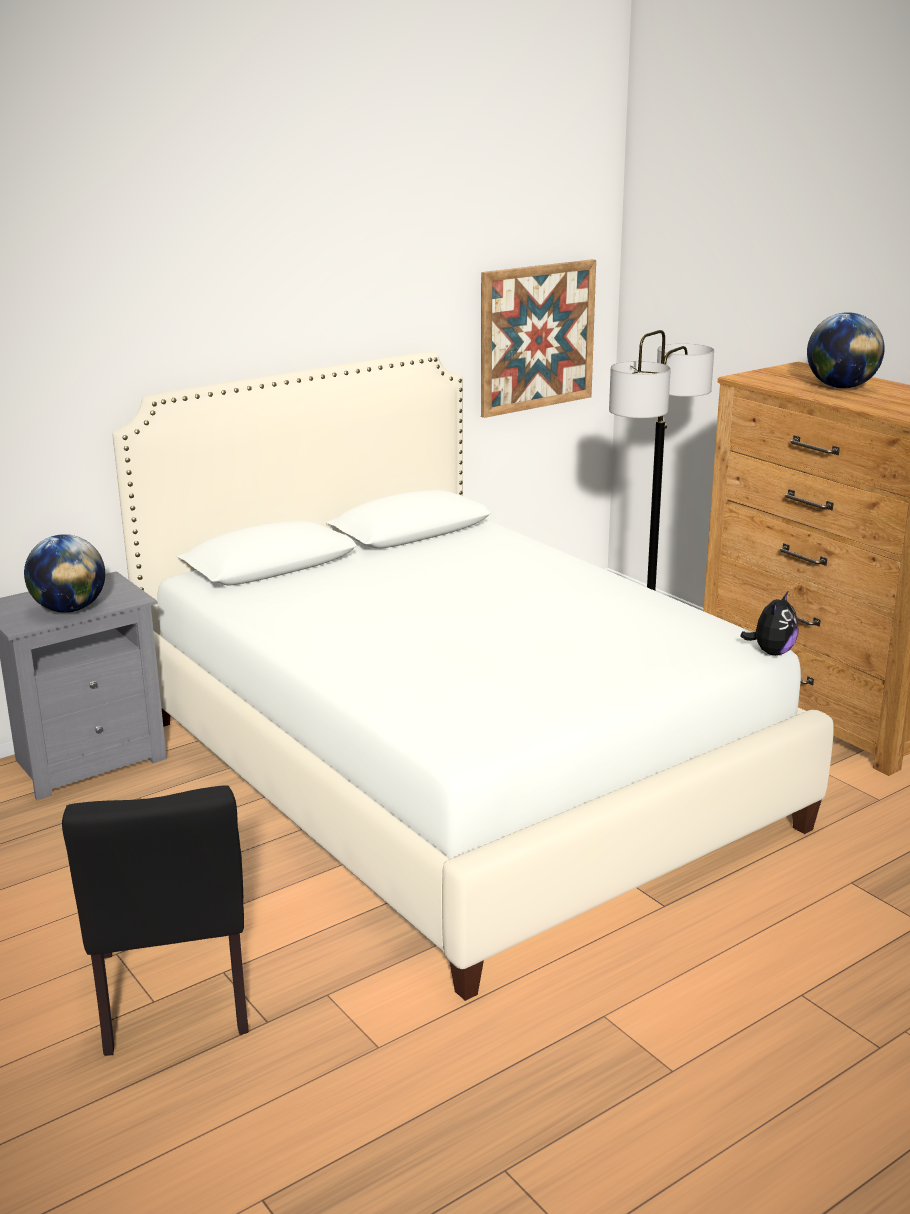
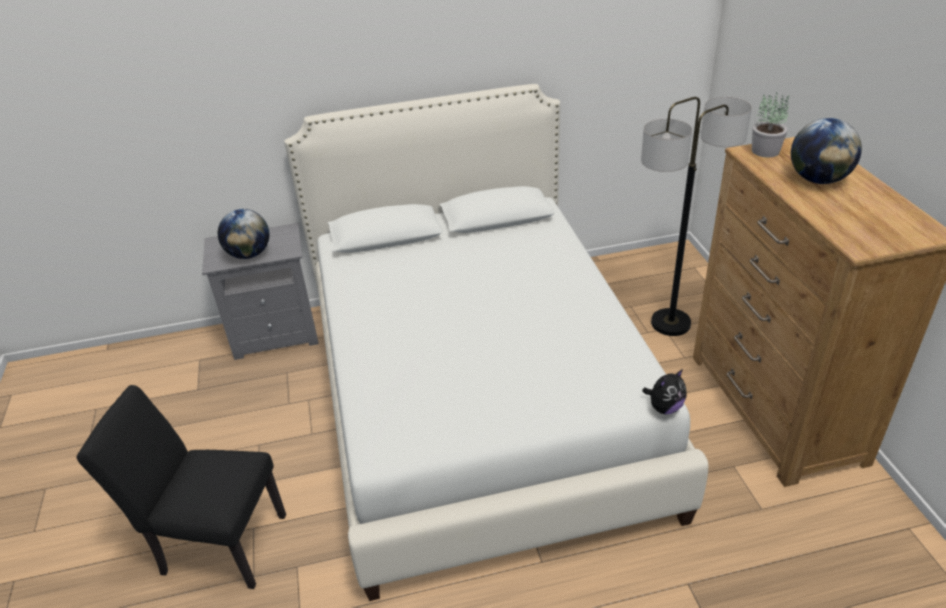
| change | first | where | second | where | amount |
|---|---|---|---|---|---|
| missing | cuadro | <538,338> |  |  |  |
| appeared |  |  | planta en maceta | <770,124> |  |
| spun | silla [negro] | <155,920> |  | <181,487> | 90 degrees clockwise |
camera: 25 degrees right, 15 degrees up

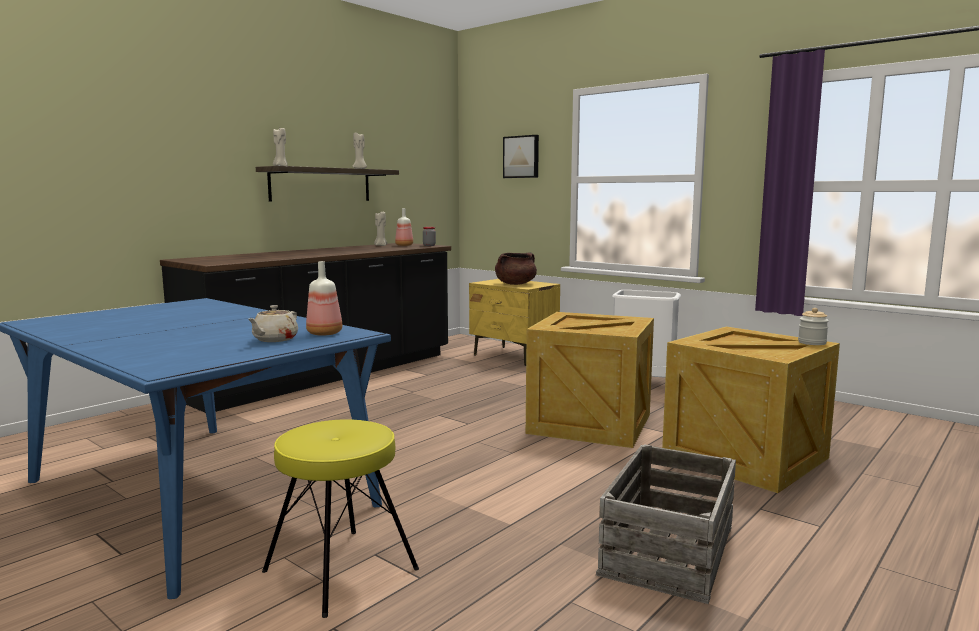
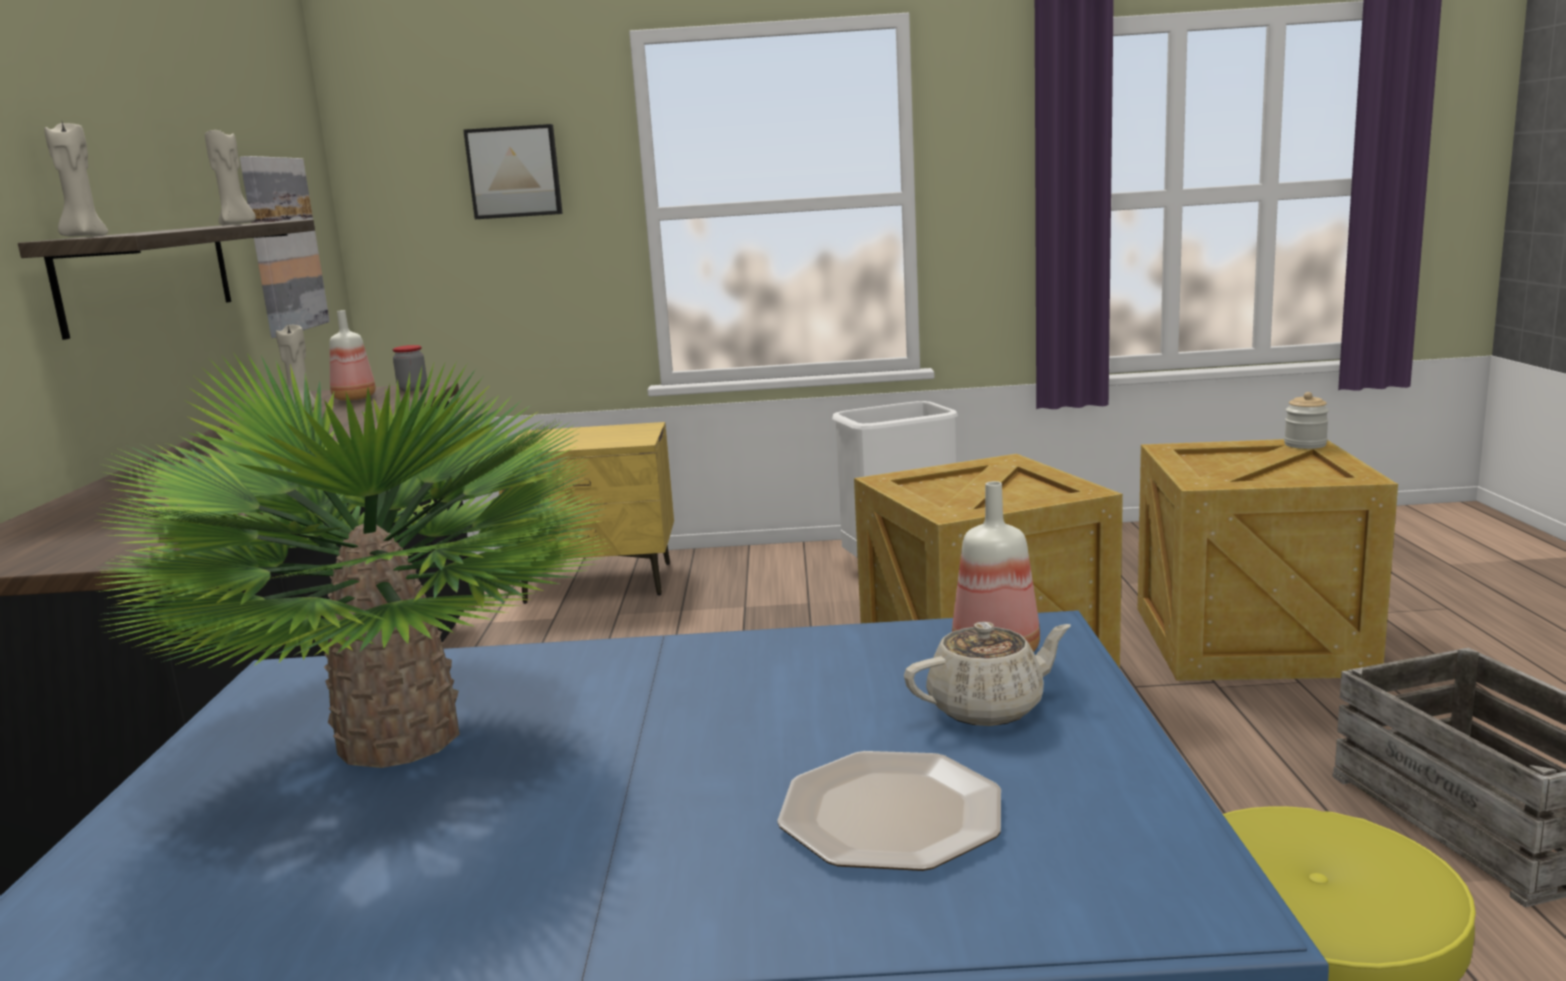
| change | first | where | second | where | amount |
|---|---|---|---|---|---|
| missing | olla [marrón] | <516,268> |  |  |  |
| appeared |  |  | planta en maceta | <352,561> |  |
| appeared |  |  | cuadro | <285,247> |  |
| appeared |  |  | plato | <889,811> |  |
| spun | tetera [beis] | <273,323> |  | <987,674> | 90 degrees counterclockwise |
camera: 40 degrees left, 5 degrees up

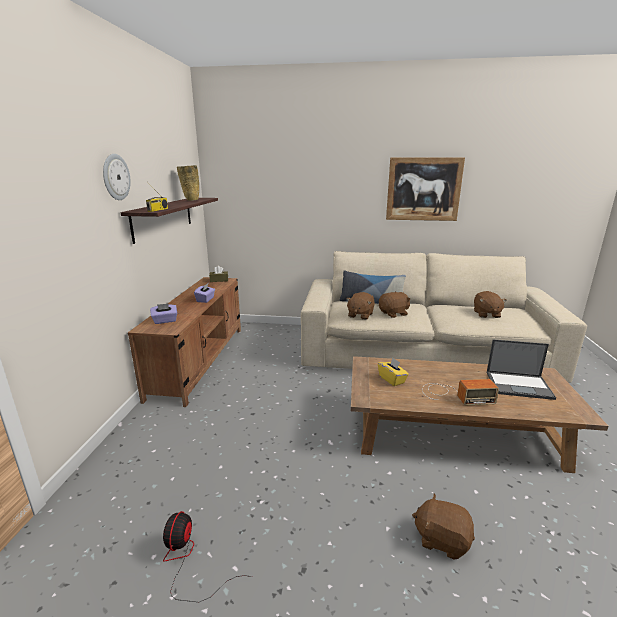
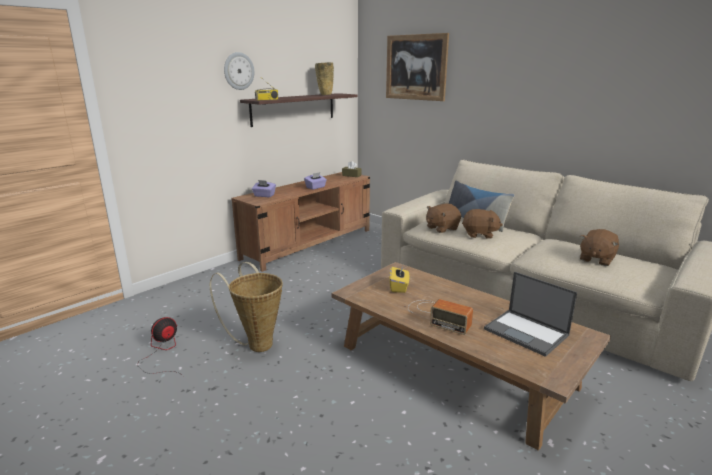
| change | first | where | second | where | amount |
|---|---|---|---|---|---|
| missing | peluche [marrón] | <443,526> |  |  |  |
| appeared |  |  | cesta | <246,307> |  |
| relocated | cuadro | <425,189> |  | <417,67> |  |
camera: 35 degrees right, 0 degrees up

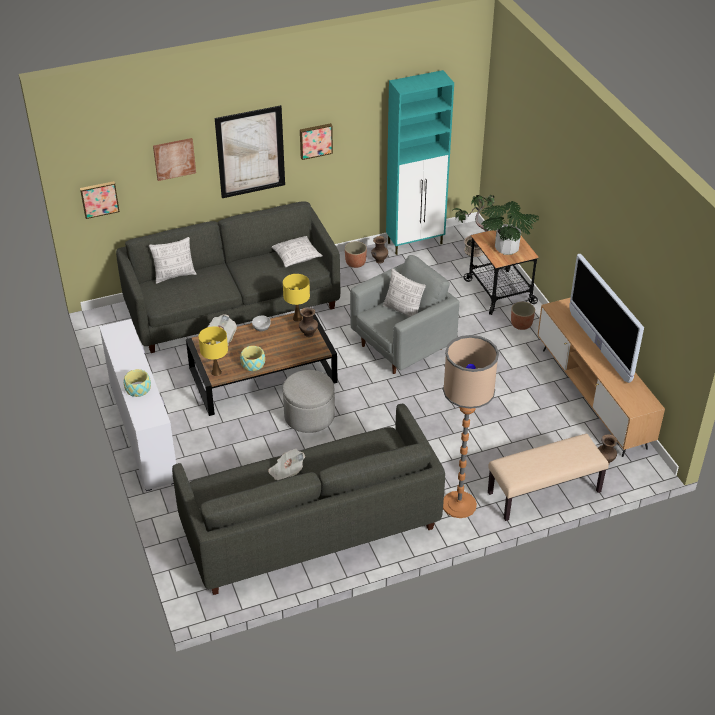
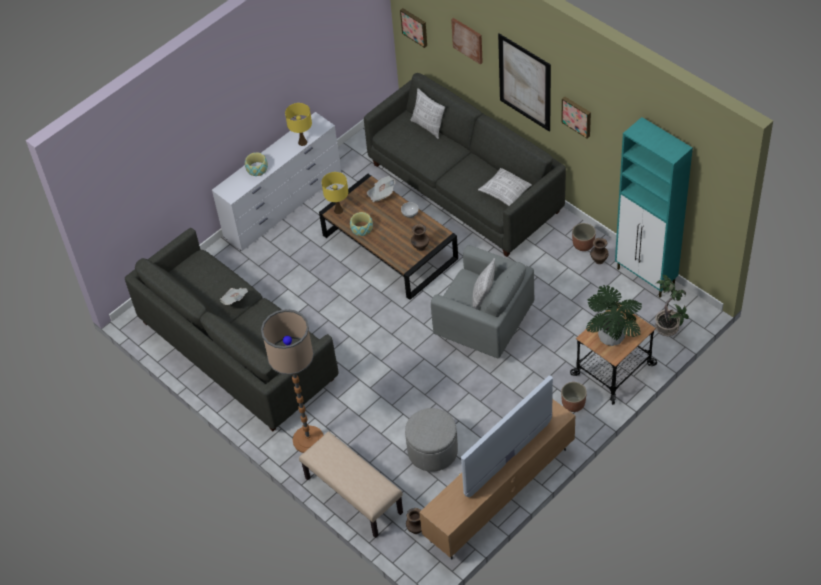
| change | first | where | second | where | amount |
|---|---|---|---|---|---|
| relocated | lámpara de mesa [amarillo] | <296,298> |  | <298,124> |  |
| relocated | puf [gris] | <309,401> |  | <431,440> |  |
camera: 70 degrees right, 10 degrees up

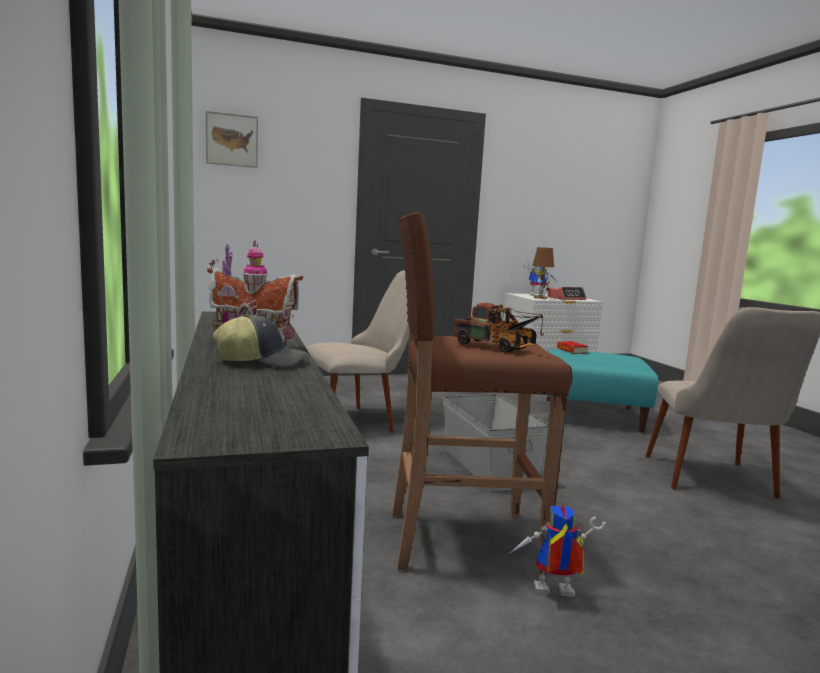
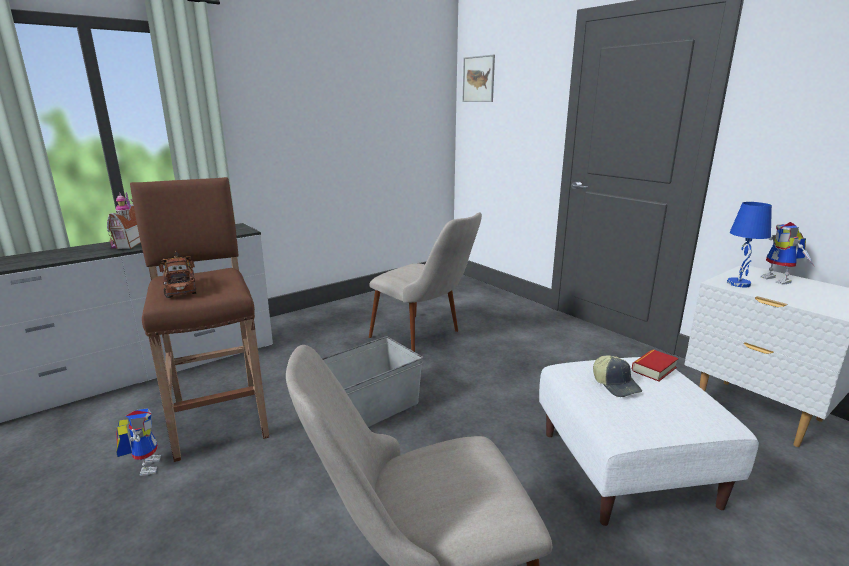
| change | first | where | second | where | amount |
|---|---|---|---|---|---|
| missing | despertador | <567,293> |  |  |  |
| relocated | gorra | <260,340> |  | <617,376> |  |
| colour | lámpara de mesa [marrón] | <543,273> | lámpara de mesa [azul] | <749,244> |  |
| colour | puf [turquesa] | <602,390> | puf [blanco] | <649,441> |  |
| spun | camión de juguete | <499,328> |  | <177,274> | 135 degrees clockwise |
camera: 70 degrees right, 10 degrees up

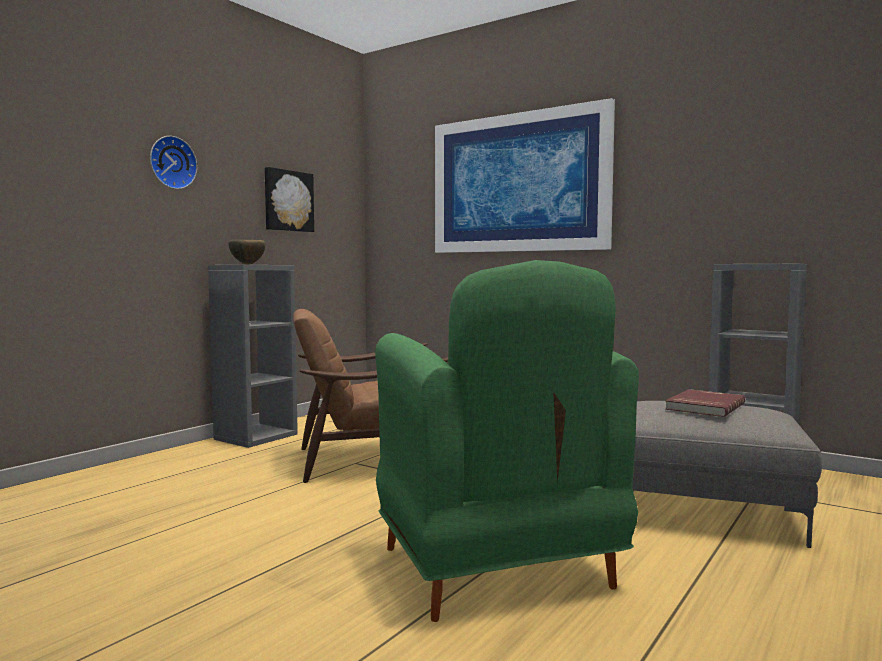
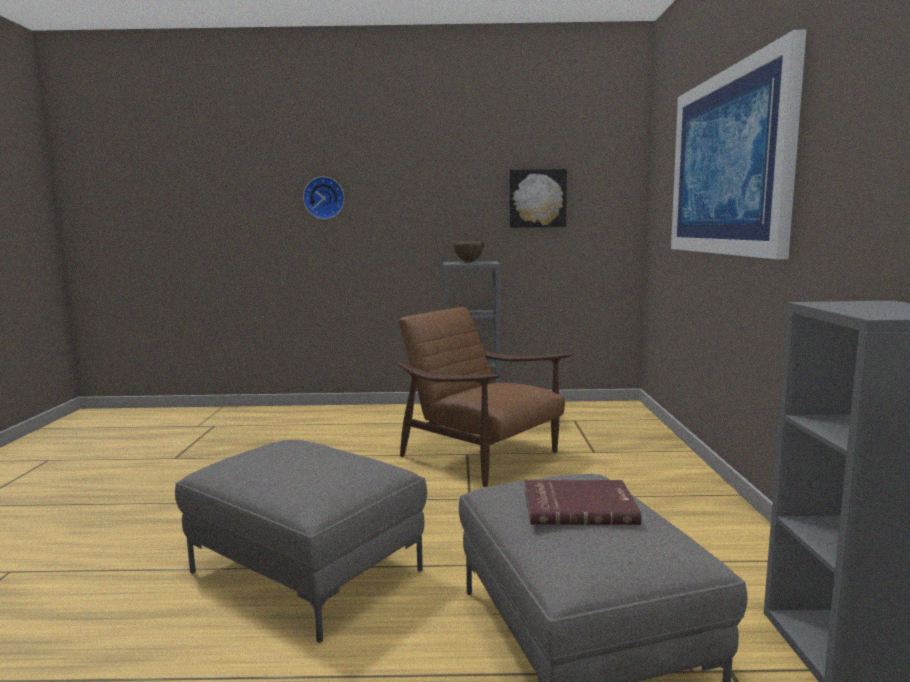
| change | first | where | second | where | amount |
|---|---|---|---|---|---|
| relocated | reloj de pared | <173,162> |  | <324,198> |  |
| exchanged | sillón [verde] | <507,441> | puf [gris] | <301,541> |  |
camera: 55 degrees right, 5 degrees up

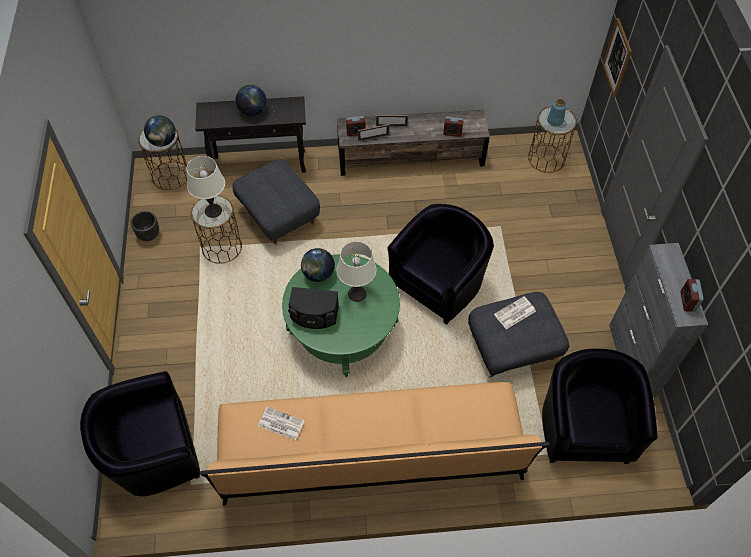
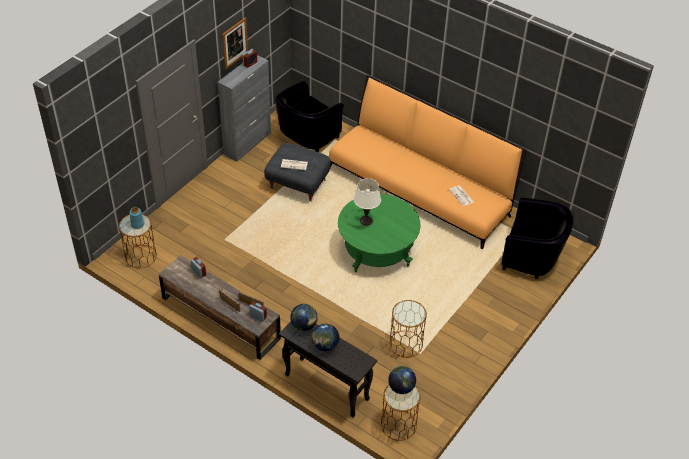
| change | first | where | second | where | amount |
|---|---|---|---|---|---|
| missing | maceta [negro] | <145,226> |  |  |  |
| missing | lámpara de mesa [blanco] | <205,187> |  |  |  |
| missing | puf [gris] | <276,202> |  |  |  |
| missing | altavoz [negro] | <313,308> |  |  |  |
| missing | sillón [negro] | <440,264> |  |  |  |
| relocated | globo terráqueo | <318,265> |  | <304,317> |  |
| relocated | cuadro | <617,57> |  | <235,43> |  |
camera: 140 degrees left, 10 degrees down

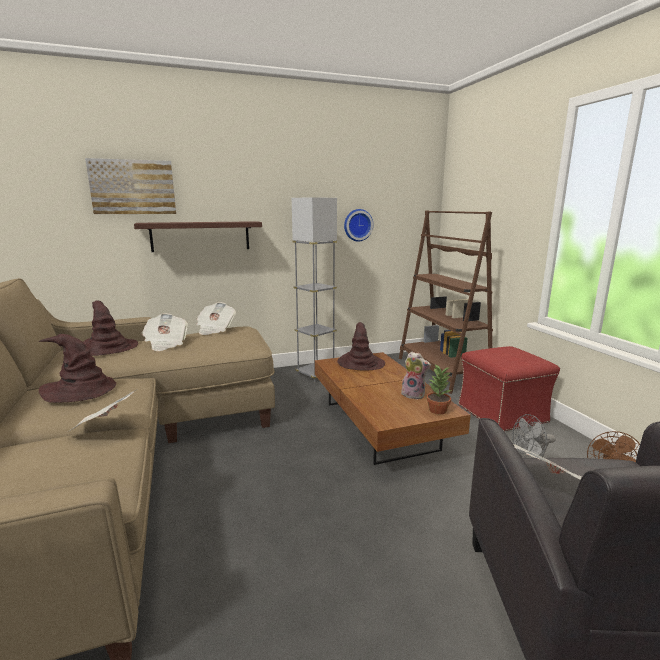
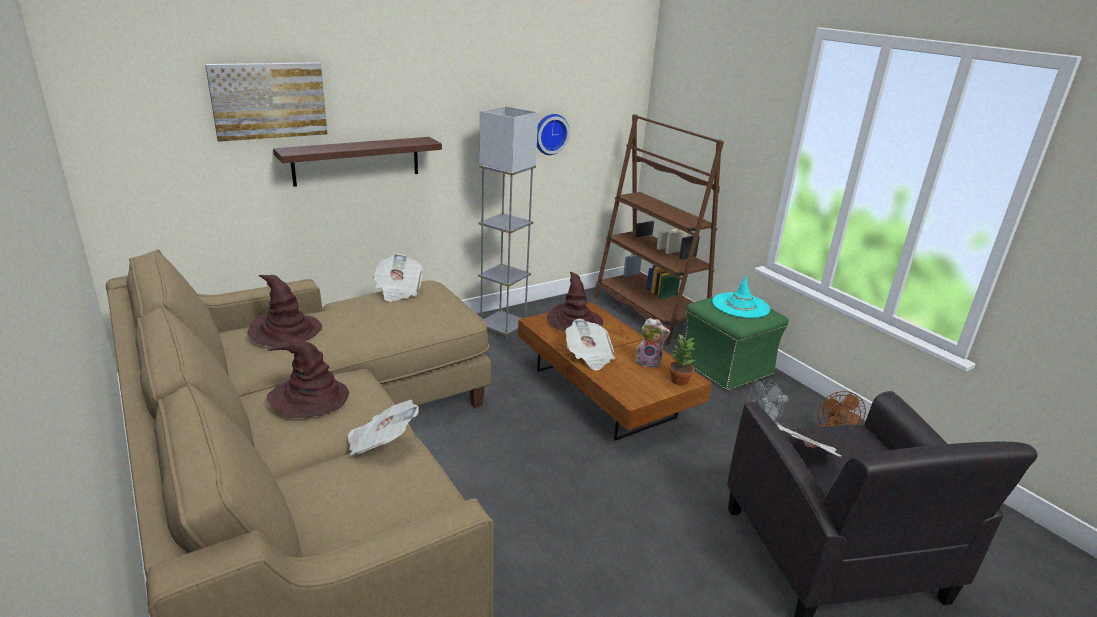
| change | first | where | second | where | amount |
|---|---|---|---|---|---|
| appeared |  |  | sombrero [turquesa] | <741,296> |  |
| relocated | periódico | <165,332> |  | <590,345> |  |
| colour | puf [rojo] | <509,388> | puf [verde] | <734,344> |  |
camera: 15 degrees left, 10 degrees up

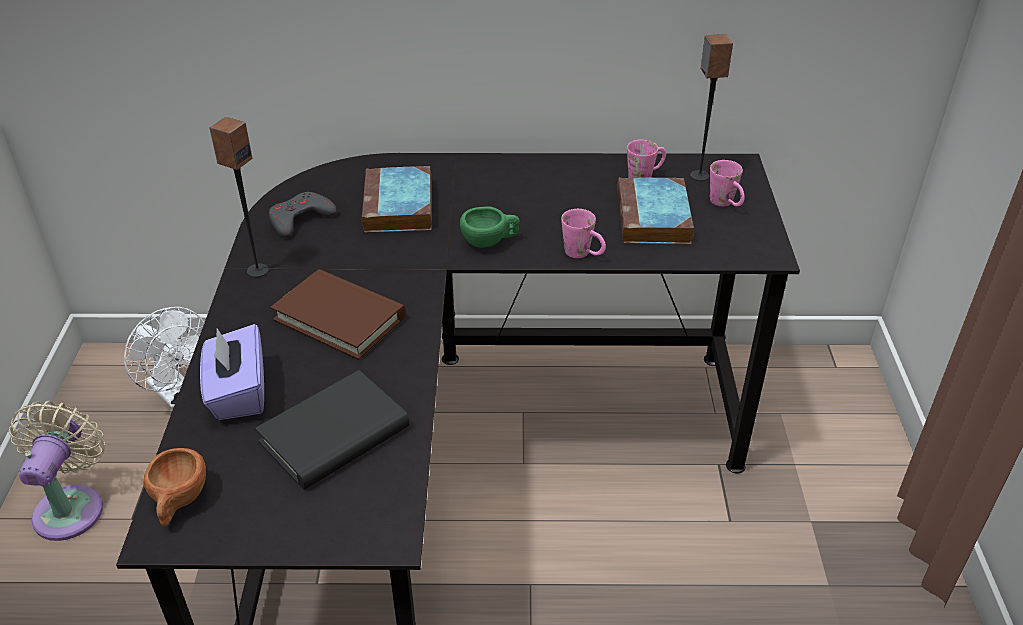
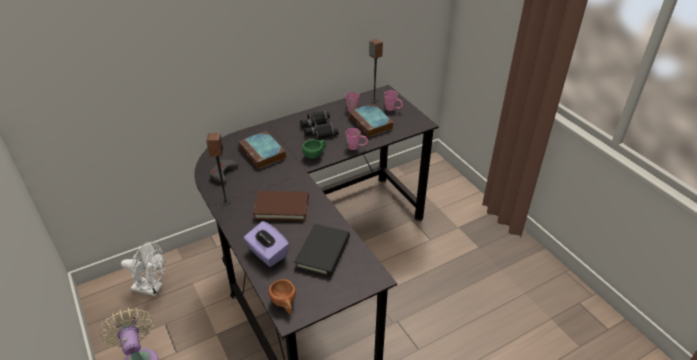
| change | first | where | second | where | amount |
|---|---|---|---|---|---|
| appeared |  |  | prismáticos [negro] | <319,125> |  |
camera: 30 degrees left, 0 degrees up

